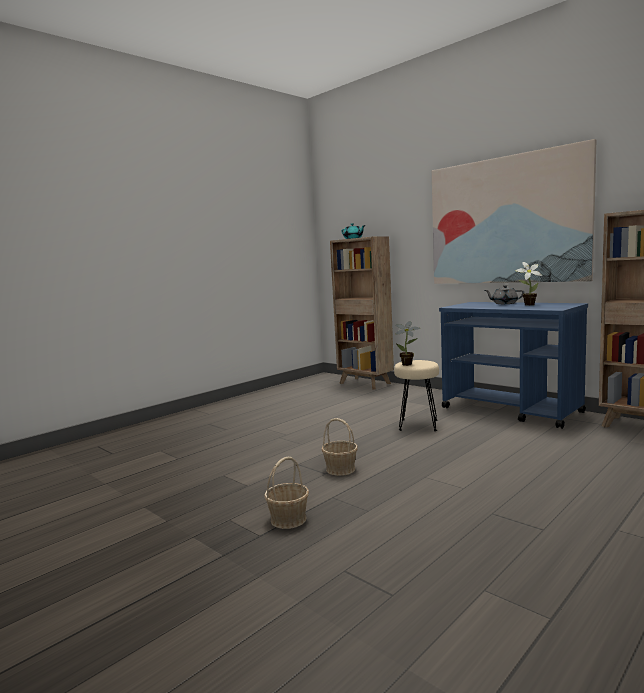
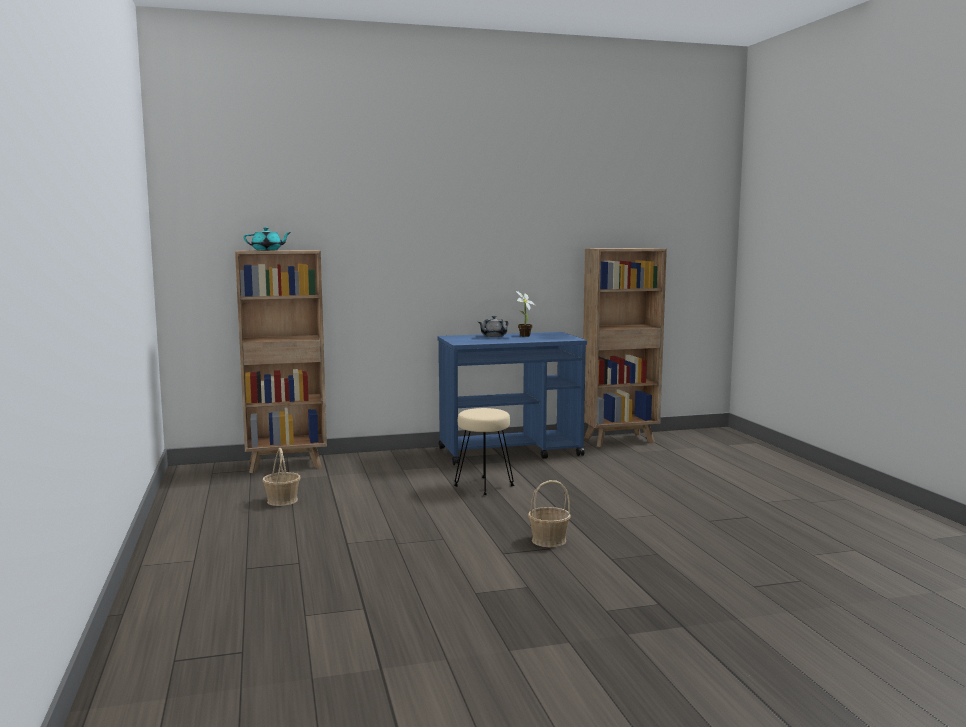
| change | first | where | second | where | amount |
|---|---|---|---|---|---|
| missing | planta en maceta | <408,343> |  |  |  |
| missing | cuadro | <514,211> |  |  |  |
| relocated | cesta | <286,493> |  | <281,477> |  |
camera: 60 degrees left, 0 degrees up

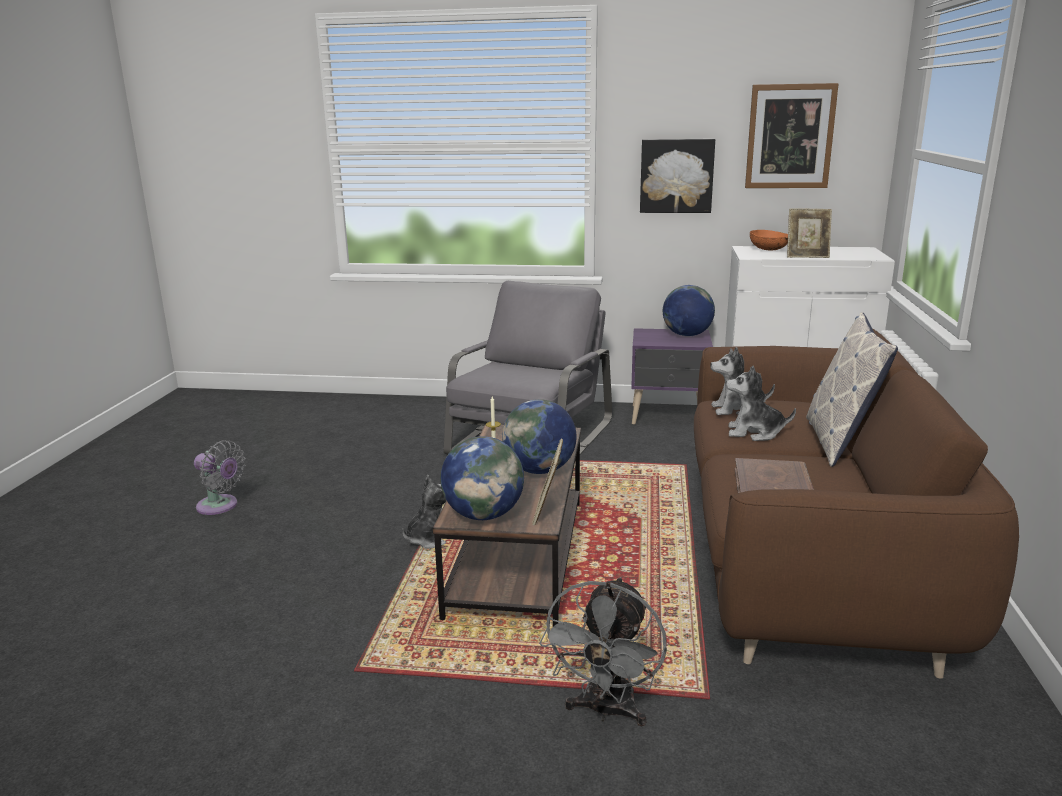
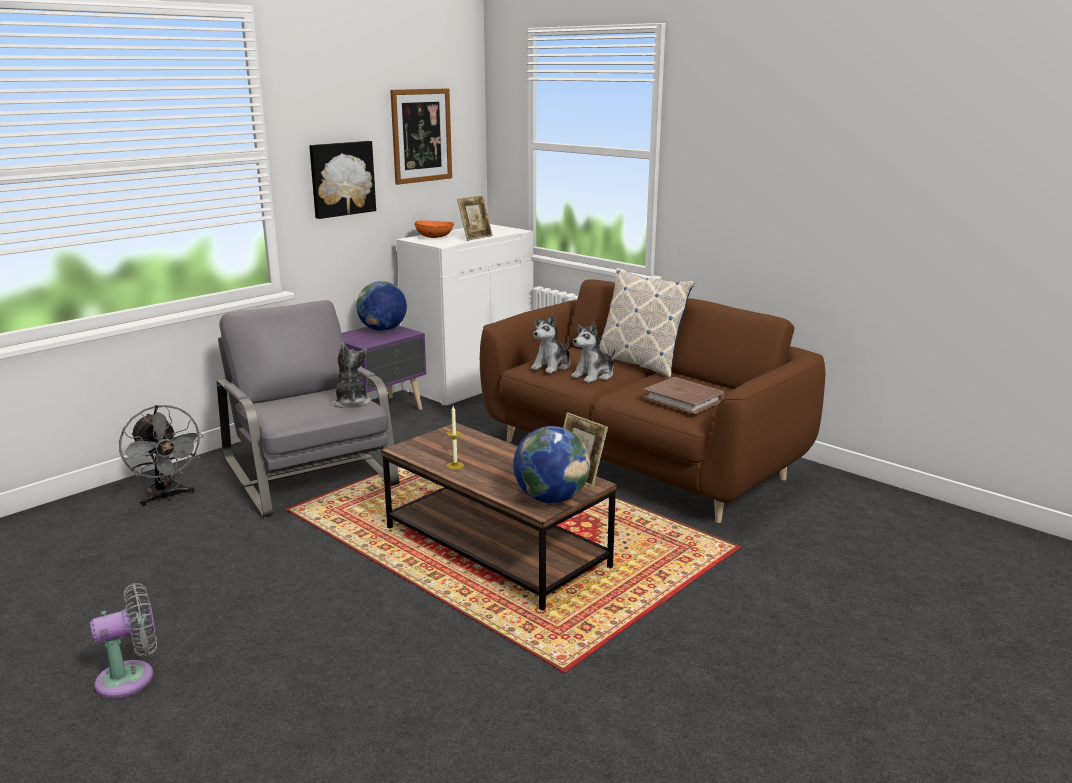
| change | first | where | second | where | amount |
|---|---|---|---|---|---|
| missing | globo terráqueo | <539,436> |  |  |  |
| relocated | peluche | <424,511> |  | <351,375> |  |
| relocated | ventilador [gris] | <603,651> |  | <161,455> |  |
camera: 55 degrees left, 0 degrees up

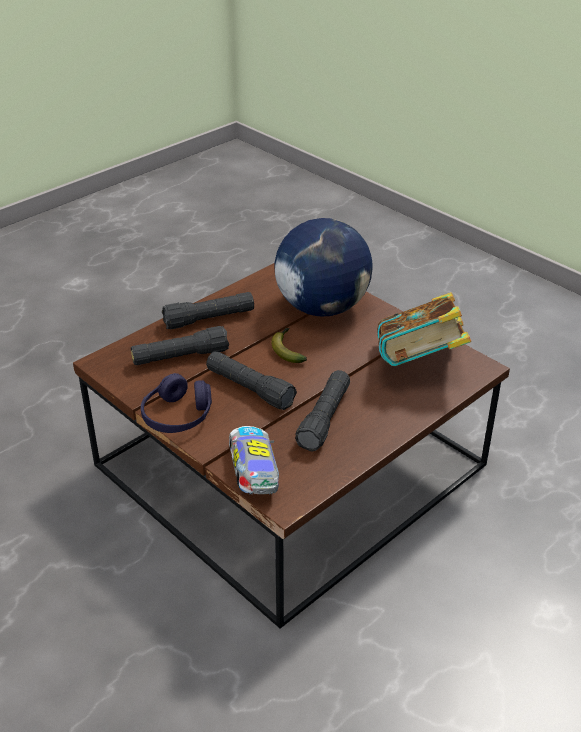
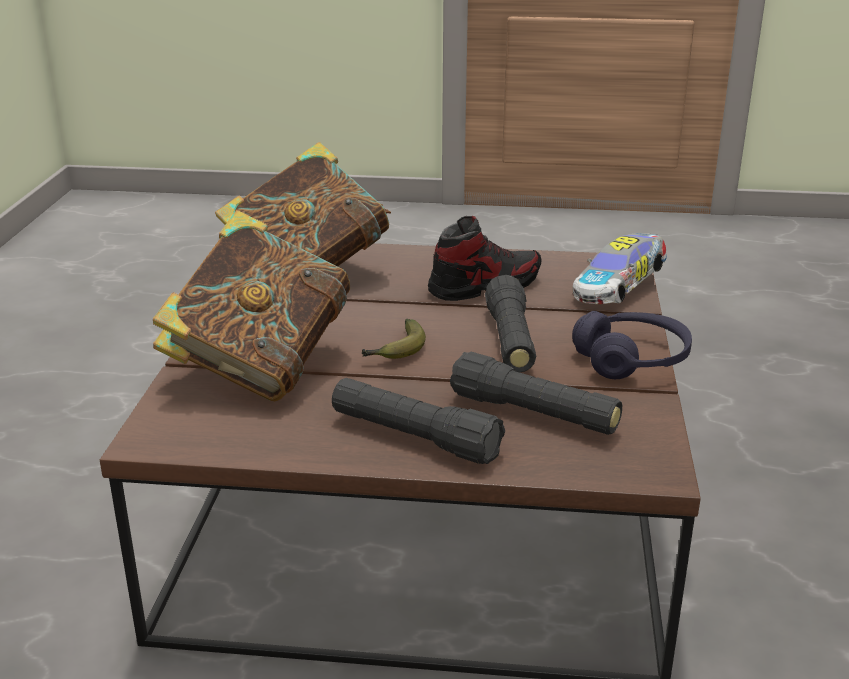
| change | first | where | second | where | amount |
|---|---|---|---|---|---|
| exchanged | globo terráqueo | <323,267> | libro | <251,305> |  |
| exchanged | linterna [negro] | <322,411> | zapato | <484,258> |  |
camera: 130 degrees left, 10 degrees down

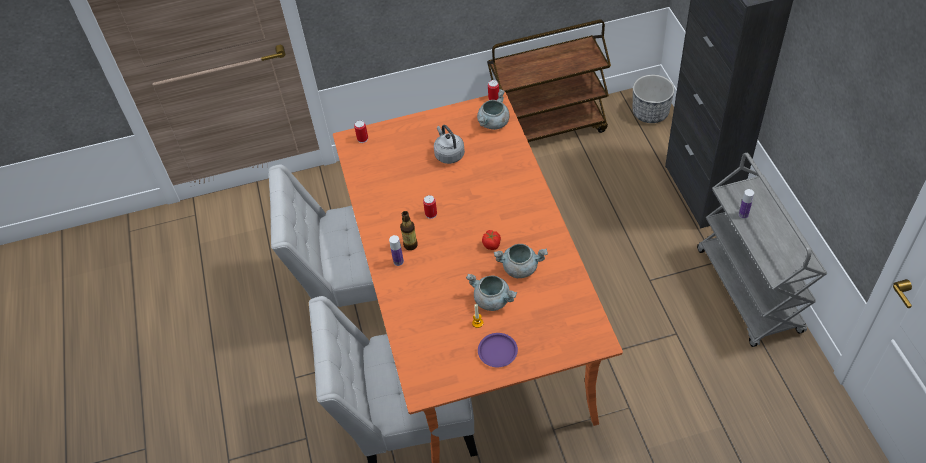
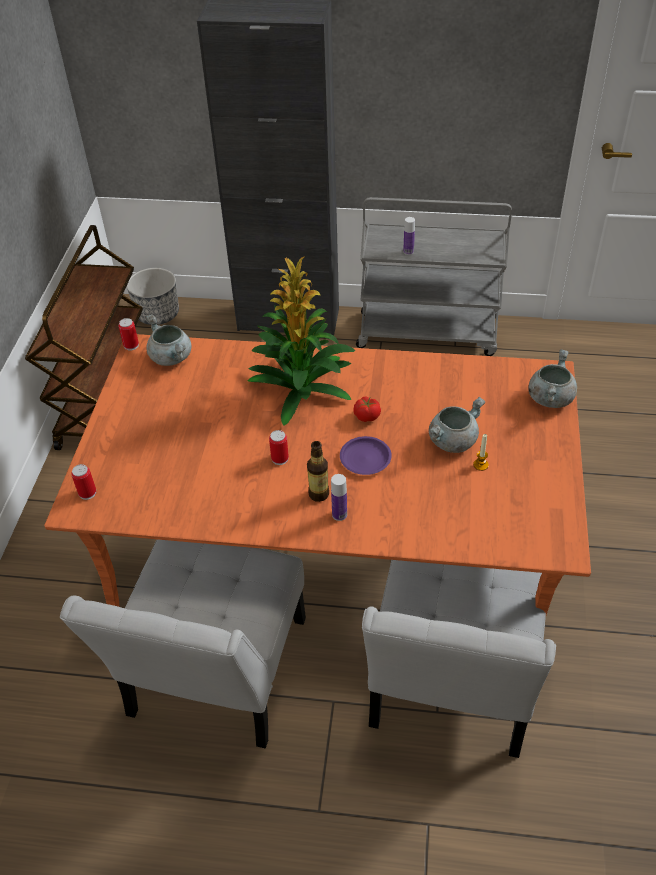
| change | first | where | second | where | amount |
|---|---|---|---|---|---|
| missing | hervidor [gris] | <449,144> |  |  |  |
| appeared |  |  | planta en maceta | <301,341> |  |
| relocated | plato [morado] | <498,350> |  | <366,455> |  |
| relocated | olla [gris] | <521,261> |  | <553,378> |  |
camera: 70 degrees left, 5 degrees down

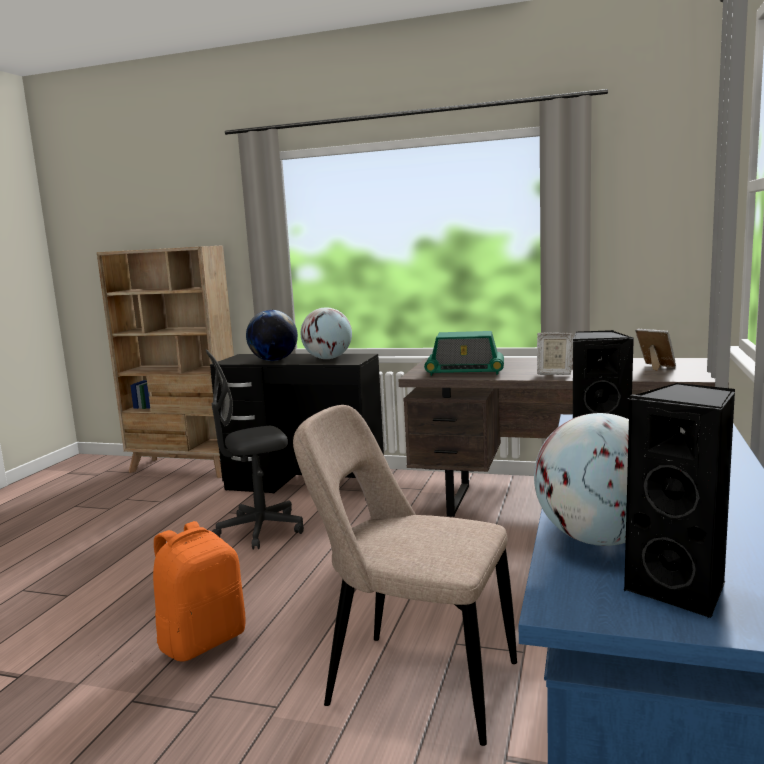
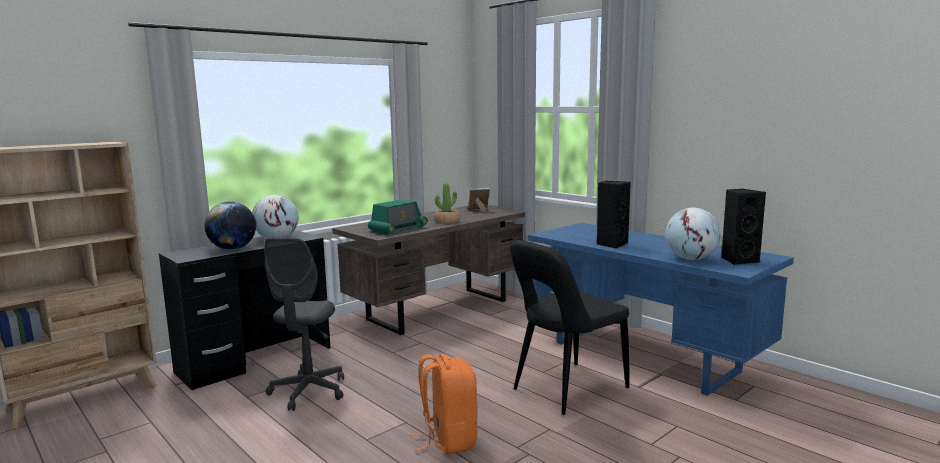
| change | first | where | second | where | amount |
|---|---|---|---|---|---|
| exchanged | portarretratos | <555,353> | planta en maceta | <447,203> |  |
| colour | silla [beis] | <405,575> | silla [negro] | <569,327> |  |
camera: 60 degrees left, 0 degrees up

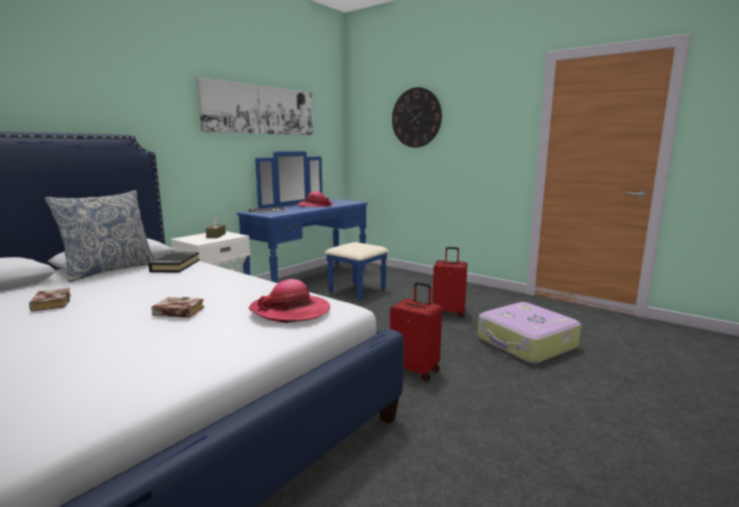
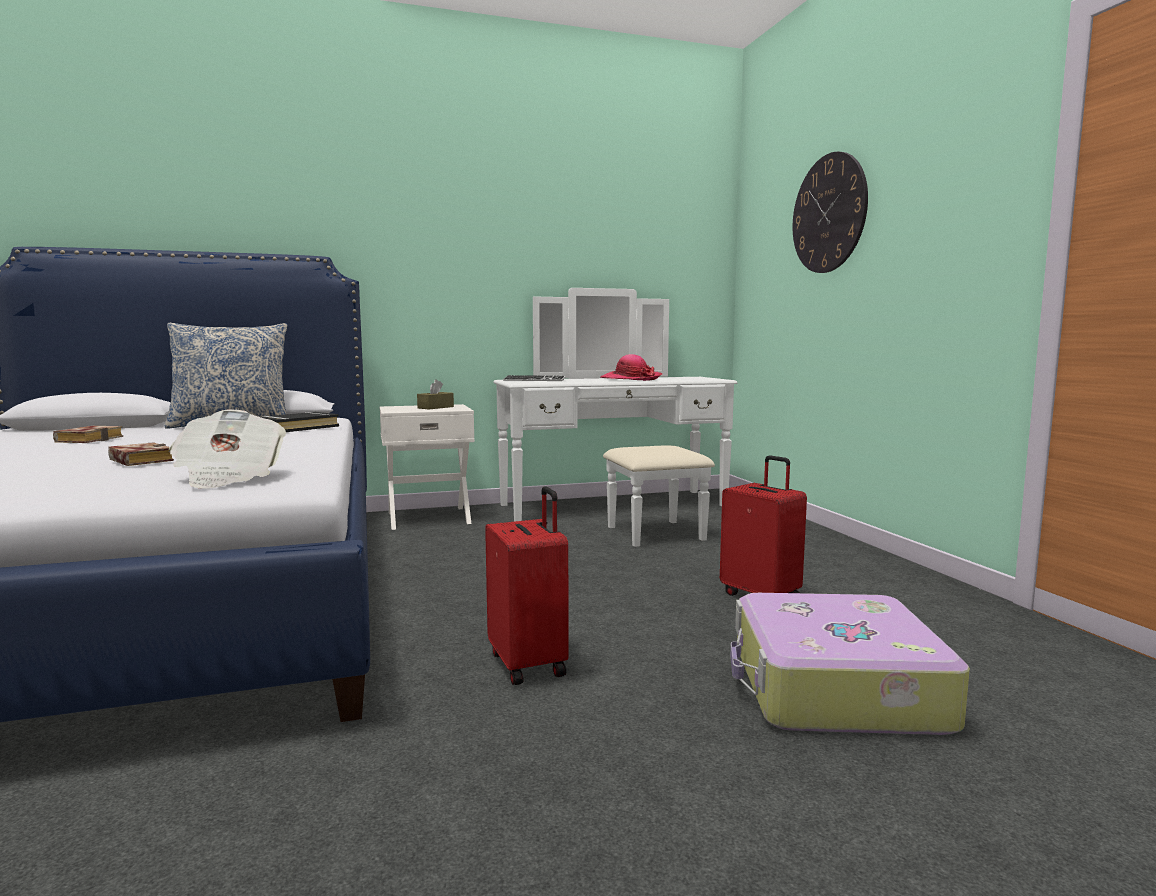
| change | first | where | second | where | amount |
|---|---|---|---|---|---|
| missing | cuadro | <254,106> |  |  |  |
| exchanged | sombrero | <289,301> | periódico | <227,449> |  |
| colour | cómoda [azul] | <313,225> | cómoda [blanco] | <615,417> |  |
camera: 35 degrees right, 5 degrees down

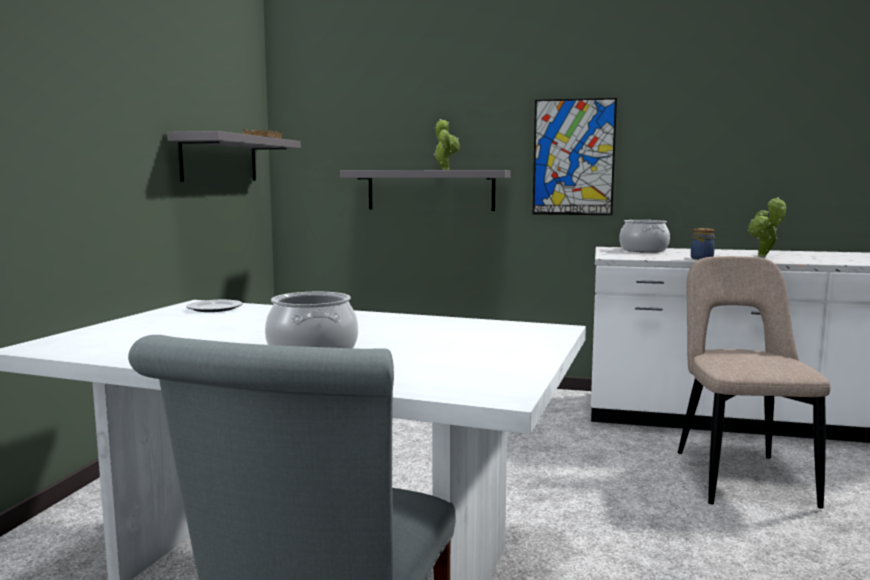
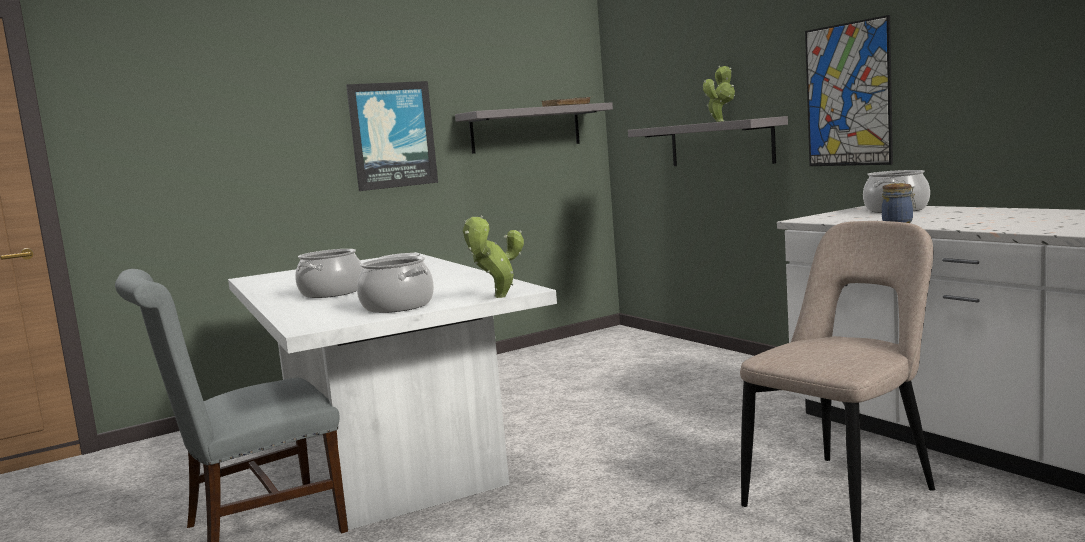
| change | first | where | second | where | amount |
|---|---|---|---|---|---|
| appeared |  |  | cuadro | <392,136> |  |
| appeared |  |  | olla | <395,284> |  |
| relocated | planta en maceta | <767,227> |  | <493,256> |  |
camera: 45 degrees right, 0 degrees up

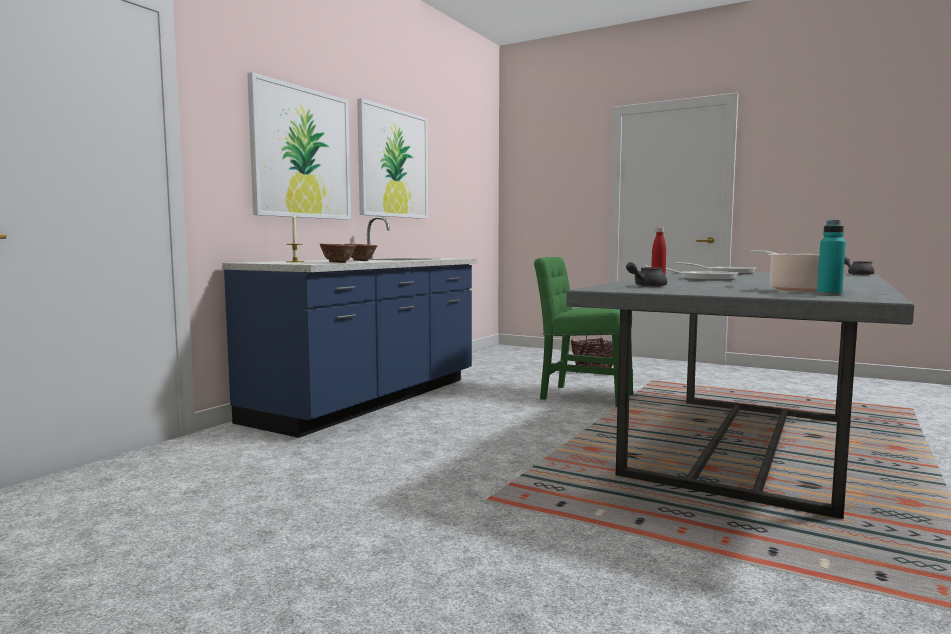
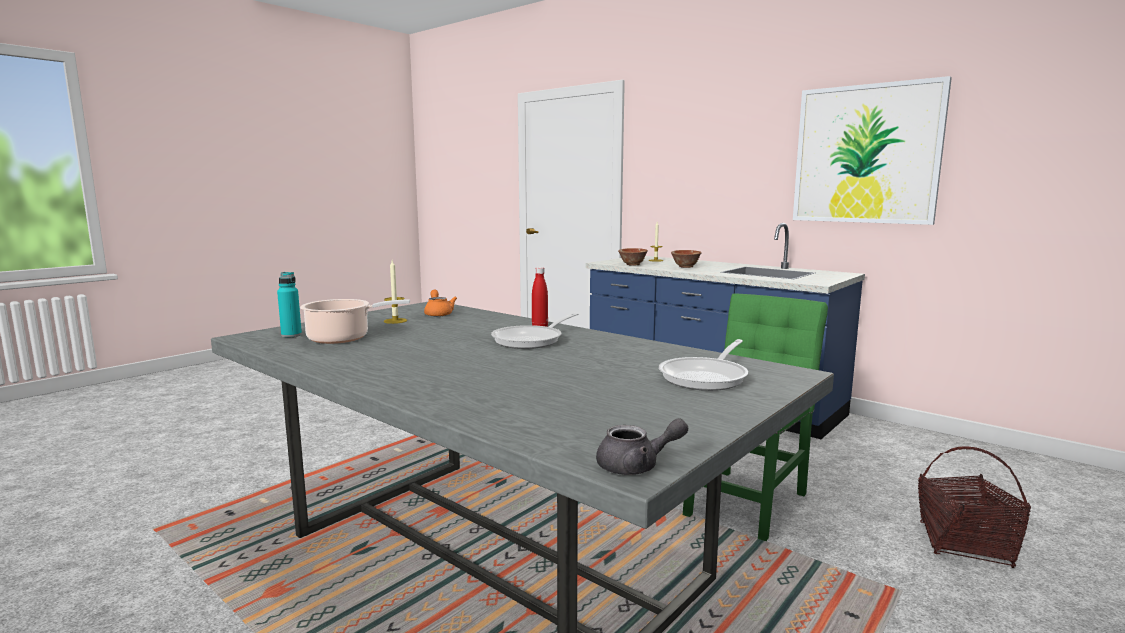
| change | first | where | second | where | amount |
|---|---|---|---|---|---|
| missing | cuadro | <299,146> |  |  |  |
| appeared |  |  | vela | <395,292> |  |
| colour | tetera [gris] | <646,274> | tetera [naranja] | <440,303> |  |
camera: 100 degrees right, 5 degrees up

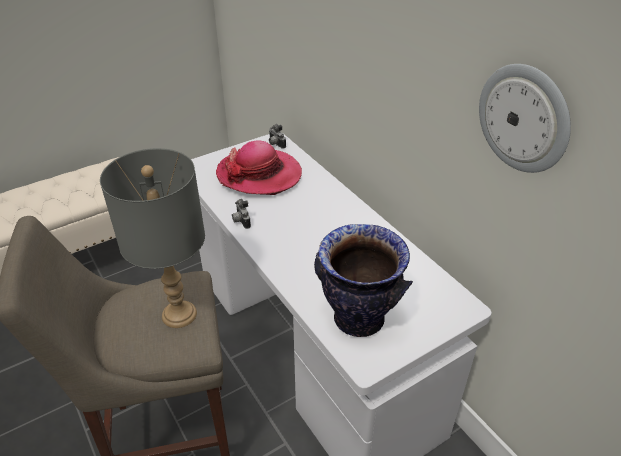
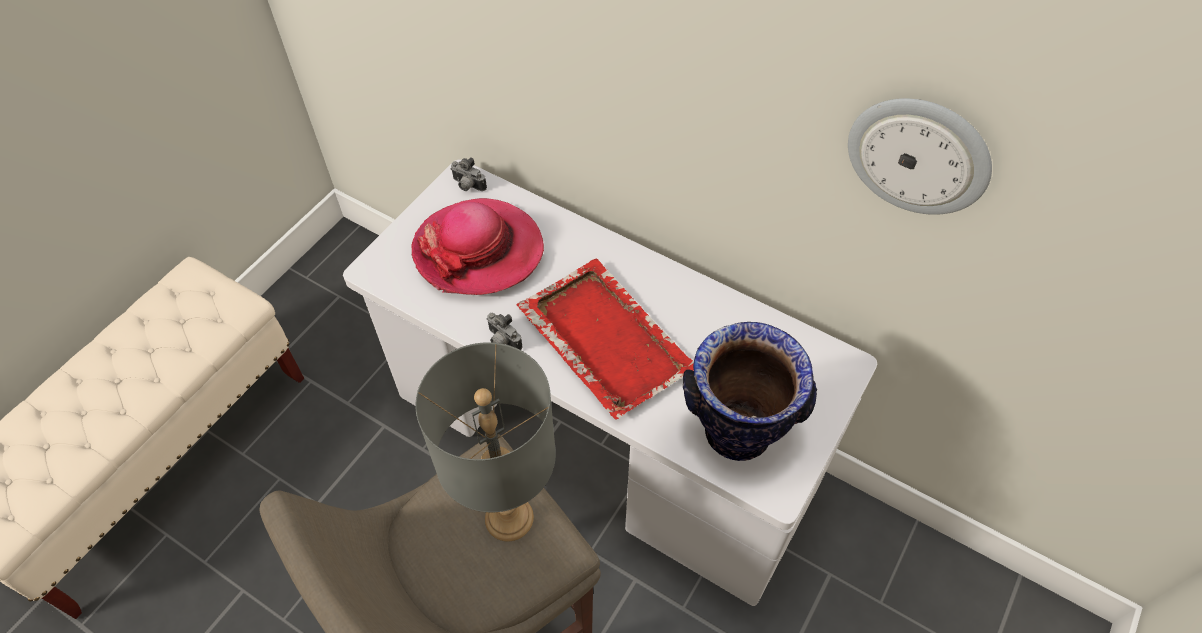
| change | first | where | second | where | amount |
|---|---|---|---|---|---|
| appeared |  |  | bandeja [rojo] | <605,339> |  |
camera: 25 degrees left, 15 degrees up

